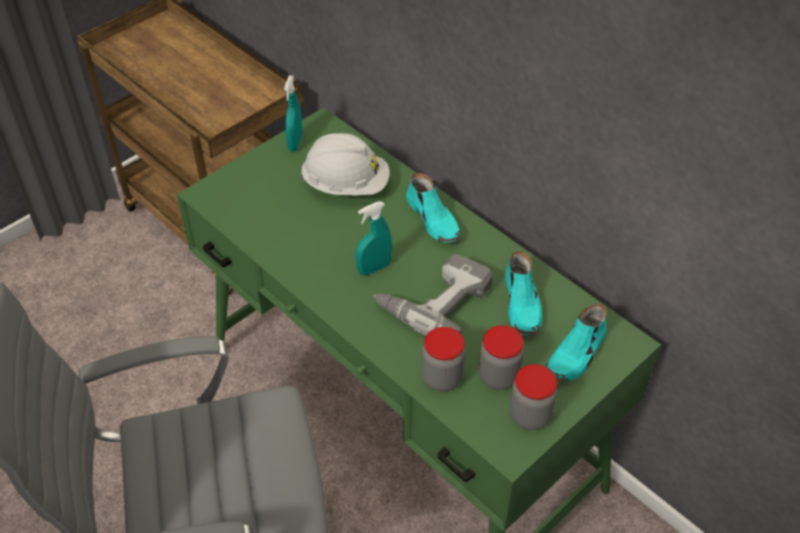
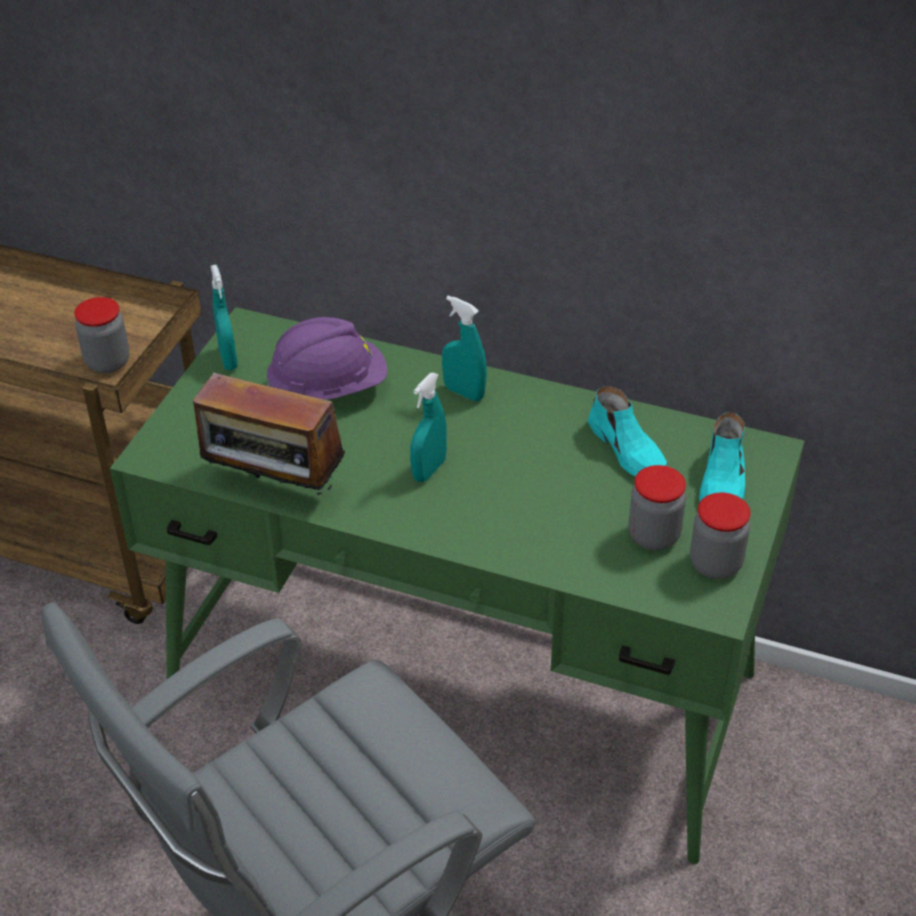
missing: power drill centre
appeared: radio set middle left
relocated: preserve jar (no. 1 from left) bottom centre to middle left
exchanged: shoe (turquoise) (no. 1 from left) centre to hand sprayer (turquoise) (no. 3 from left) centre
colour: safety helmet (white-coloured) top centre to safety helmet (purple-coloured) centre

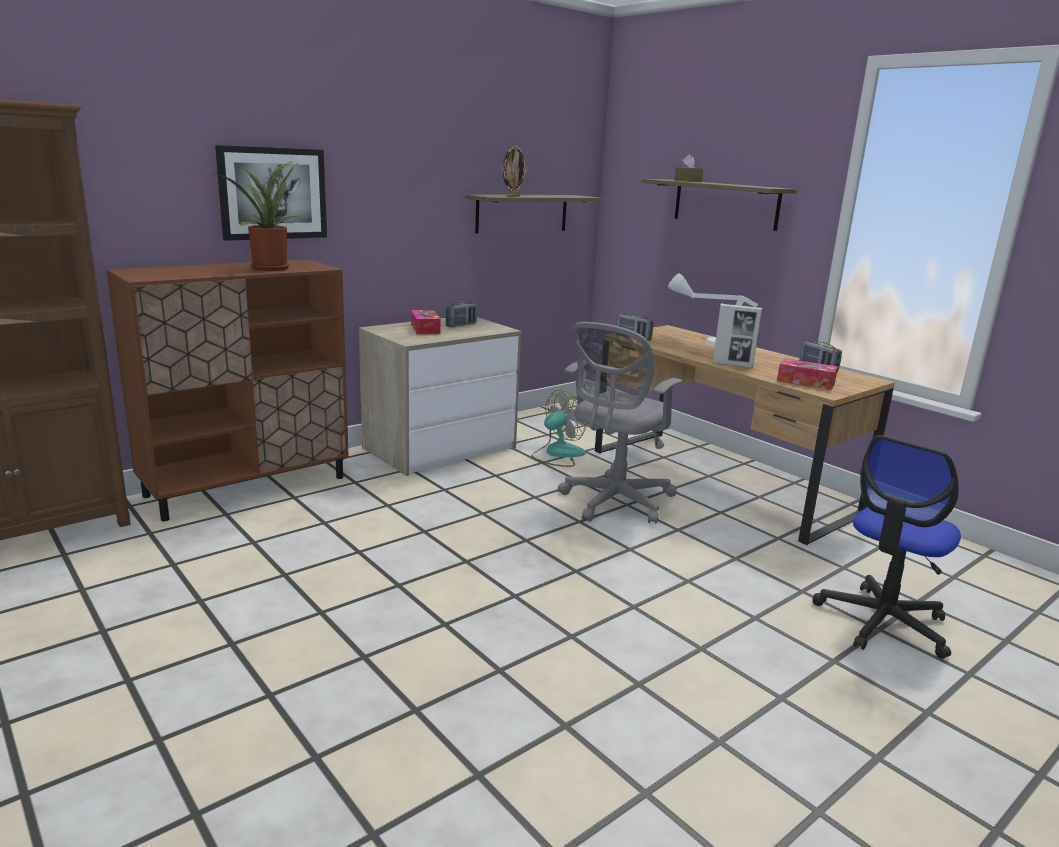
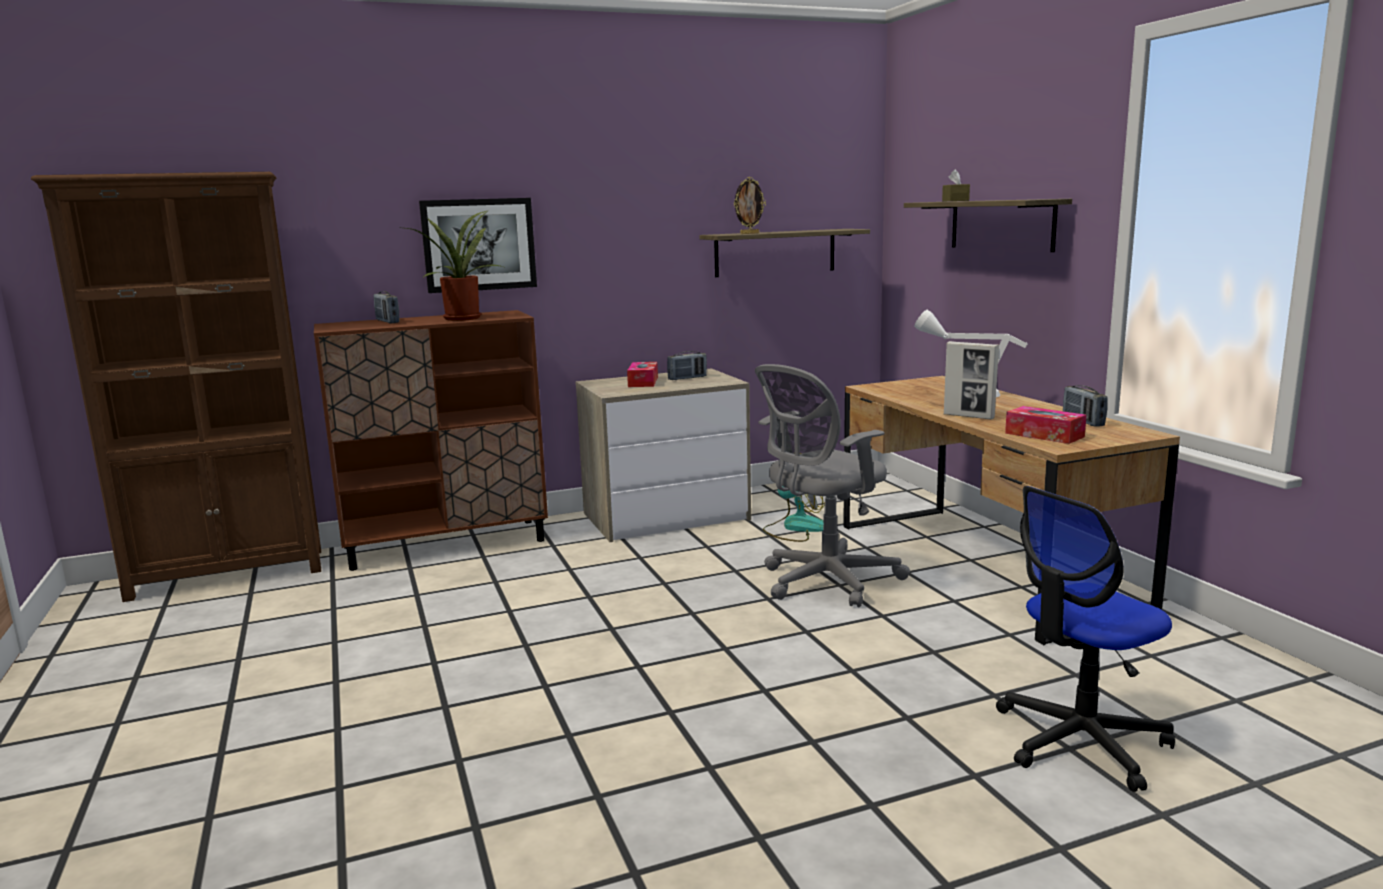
relocated: radio set (no. 2 from left in the first image) centre to radio set (no. 1 from left) middle left

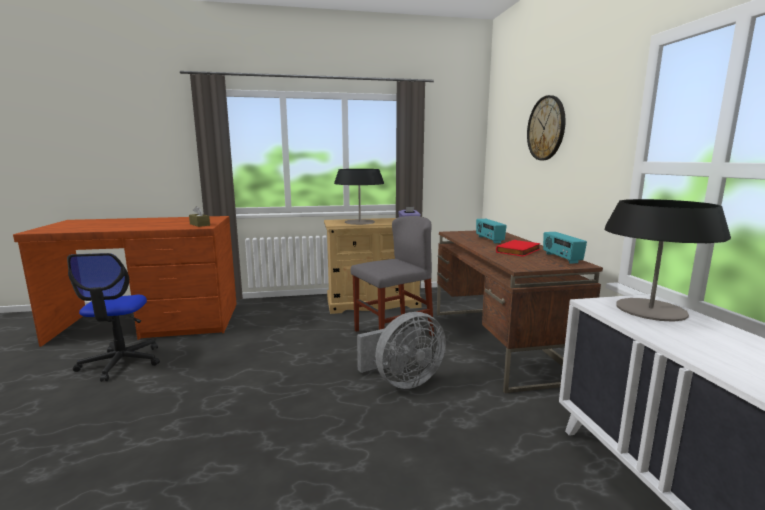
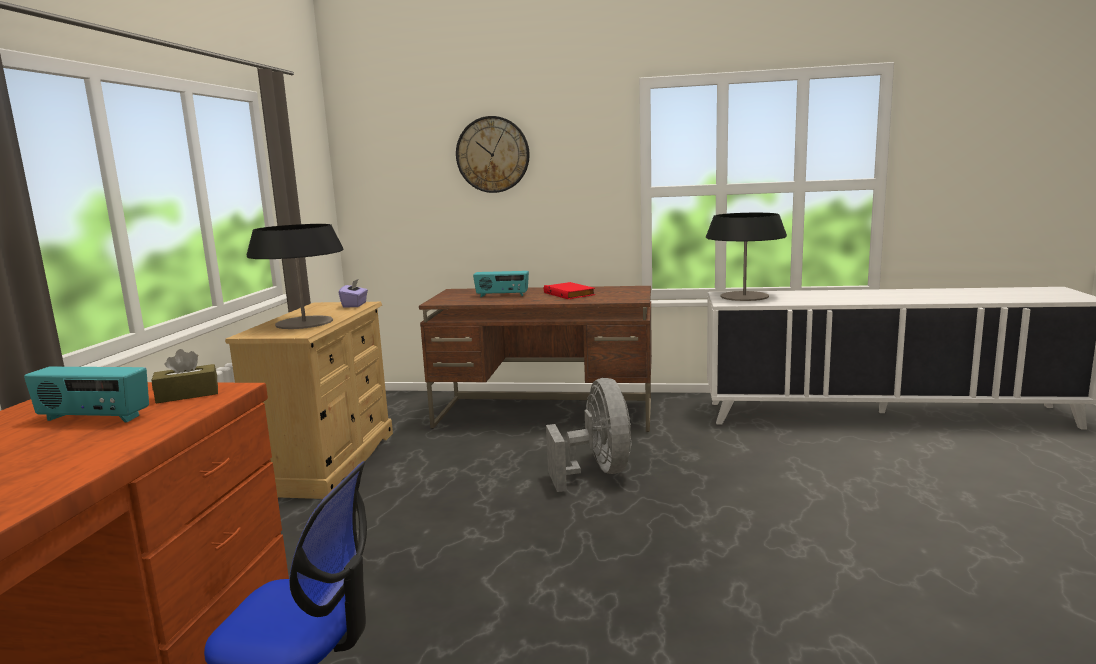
missing: plain chair (grey) centre
relocated: radio set (no. 2 from left in the first image) middle right to radio set (no. 1 from left) middle left

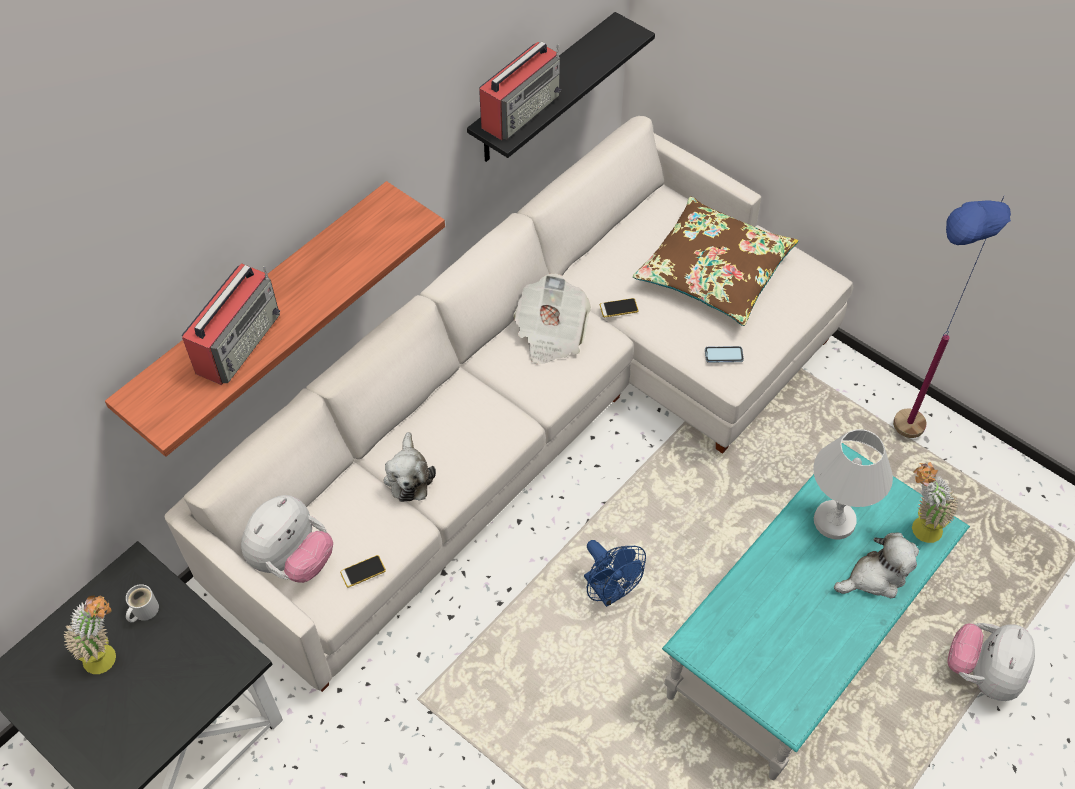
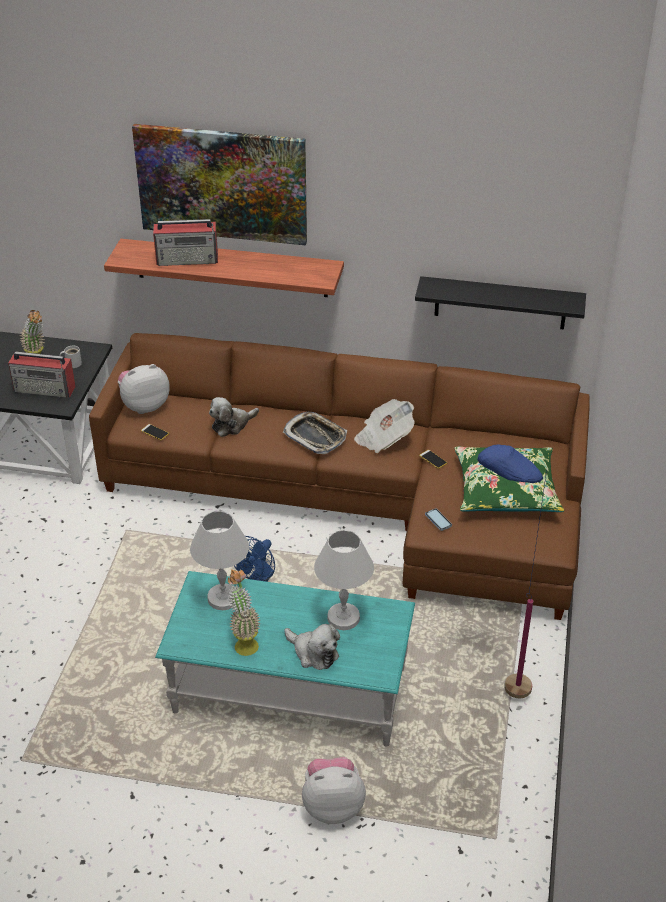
appeared: wall art top left; table lamp (white-coloured) (no. 1 from left) middle left; serving tray centre
relocated: radio set (no. 2 from left in the first image) top centre to radio set (no. 1 from left) middle left; houseplant (no. 2 from left) middle right to bottom centre
colour: sofa (white-coloured) centre to sofa (brown-coloured) centre; cushion (brown-coloured) top centre to cushion (greenish) middle right
spun: plush toy (no. 1 from left) bottom left = middle left 150 degrees clockwise

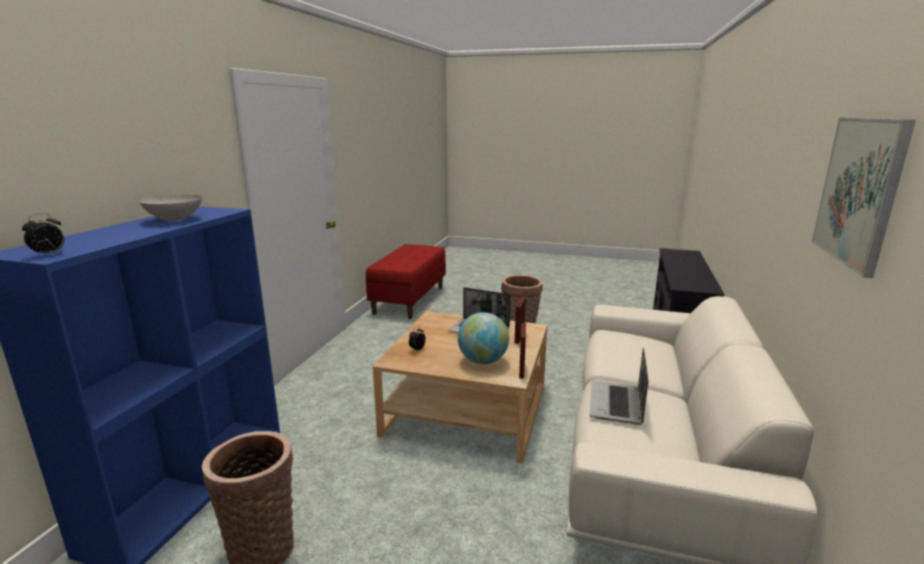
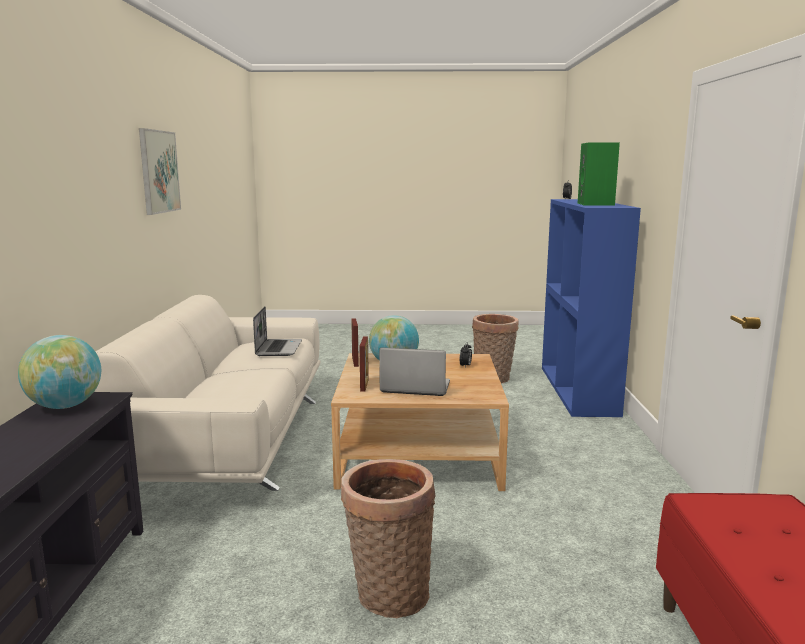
appeared: globe (no. 1 from left) middle left
exchanged: bowl (white-coloured) middle left to speaker (greenish) top right

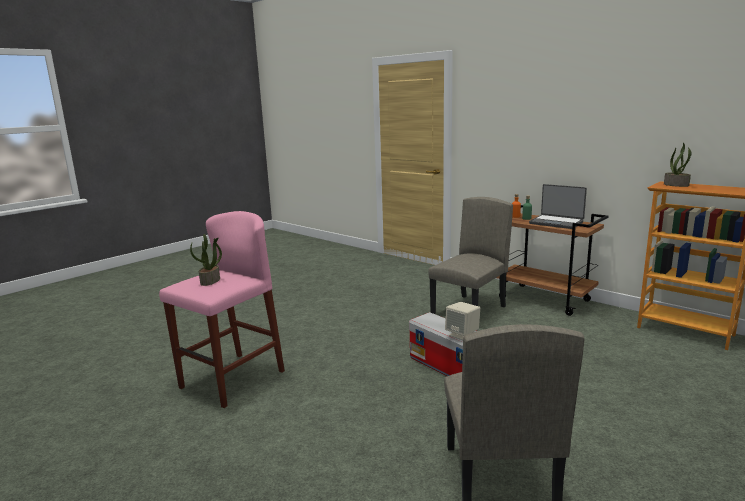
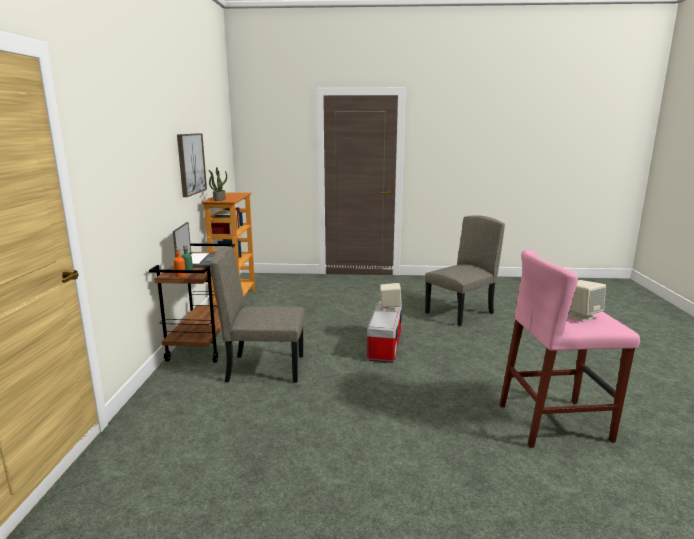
appeared: wall art top left
exchanged: houseplant (no. 1 from left) middle left to speaker (sand-coloured) (no. 2 from left) middle right

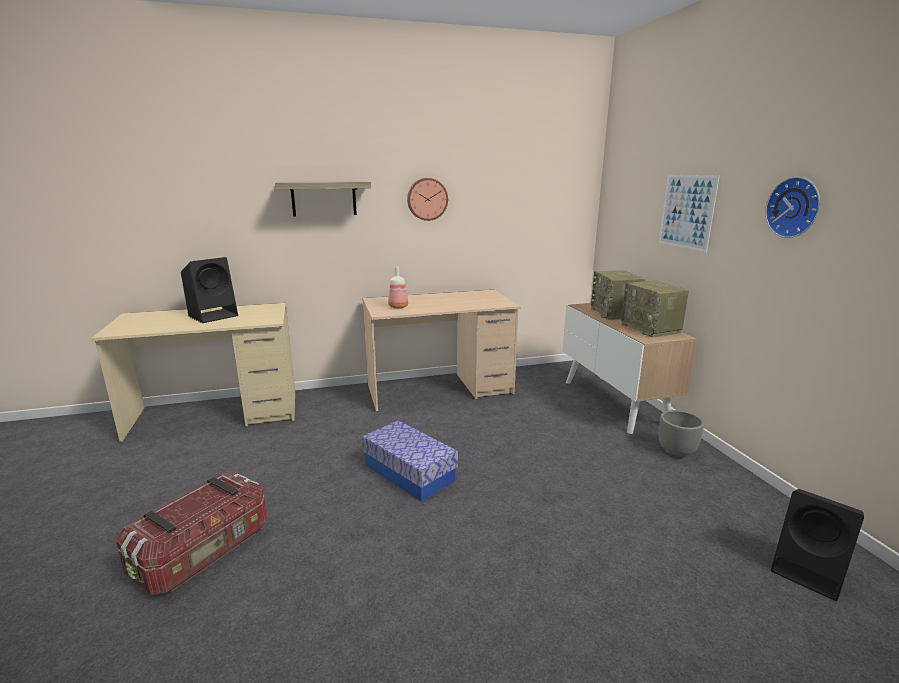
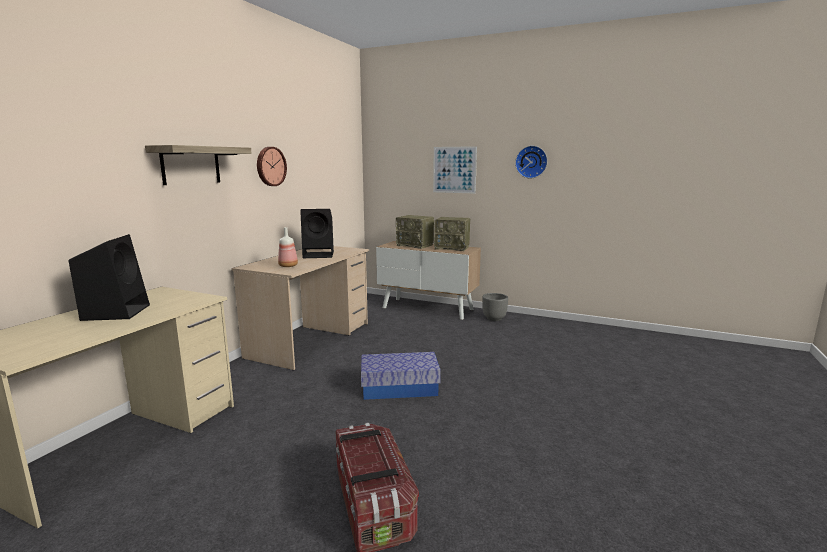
relocated: speaker (black) (no. 2 from left) bottom right to centre

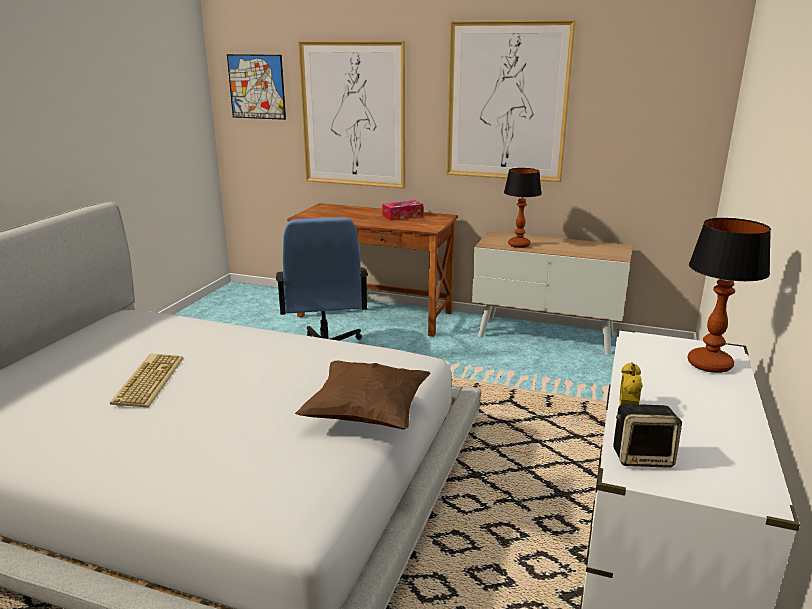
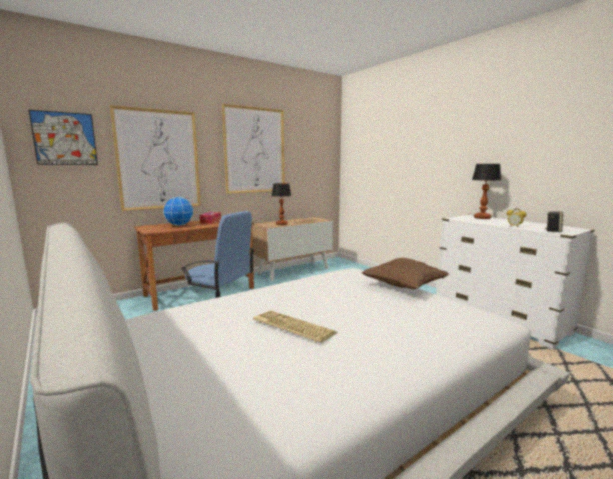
appeared: globe middle left

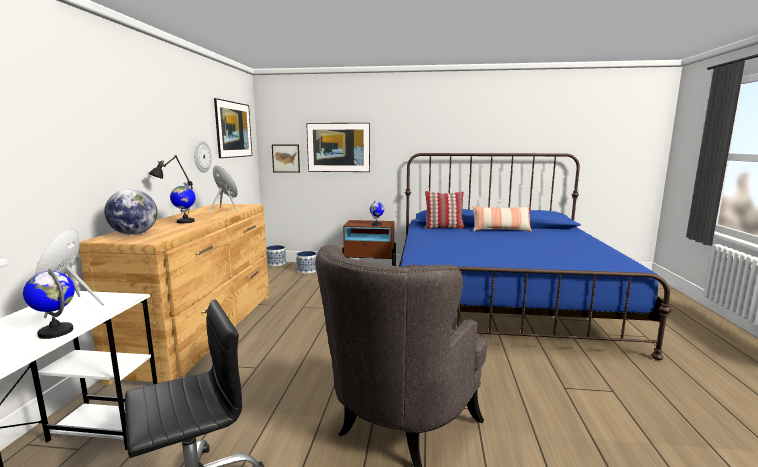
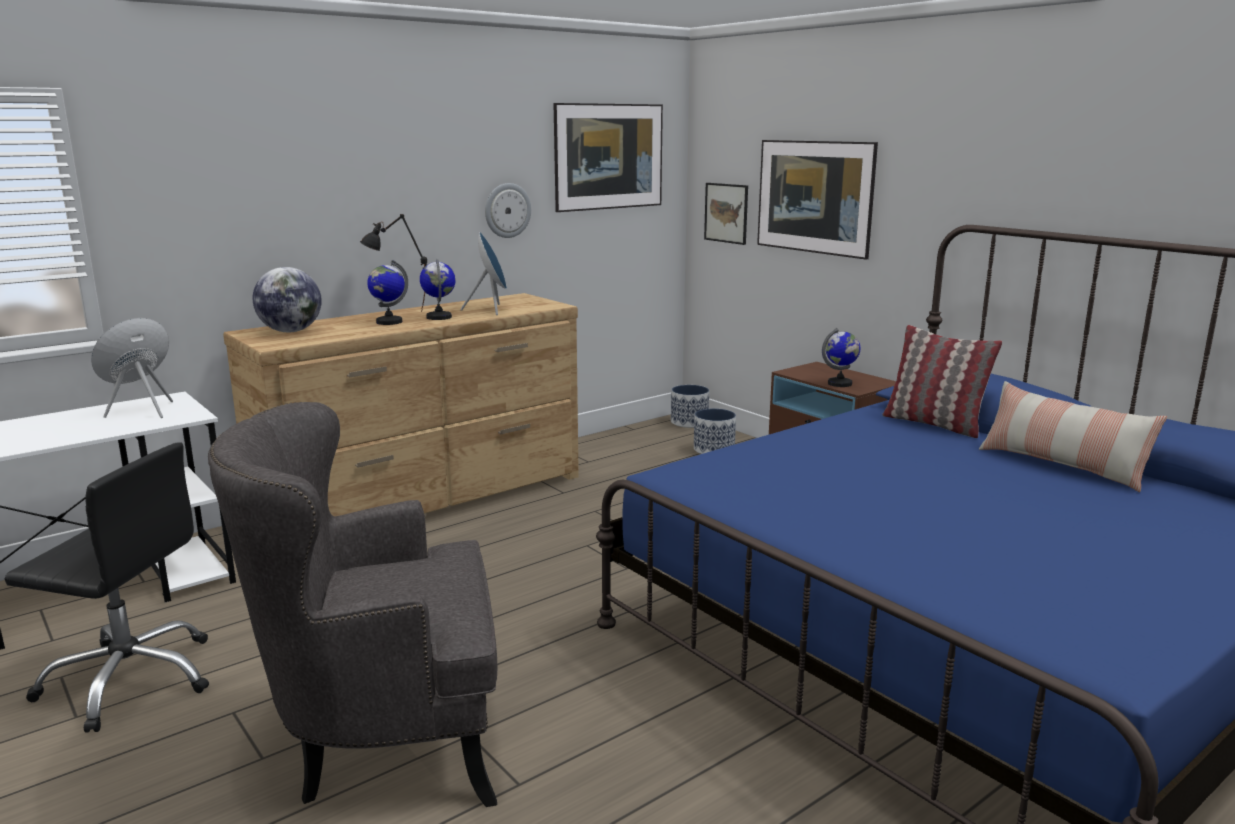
relocated: globe (no. 1 from left in the first image) middle left to globe (no. 3 from left) centre

